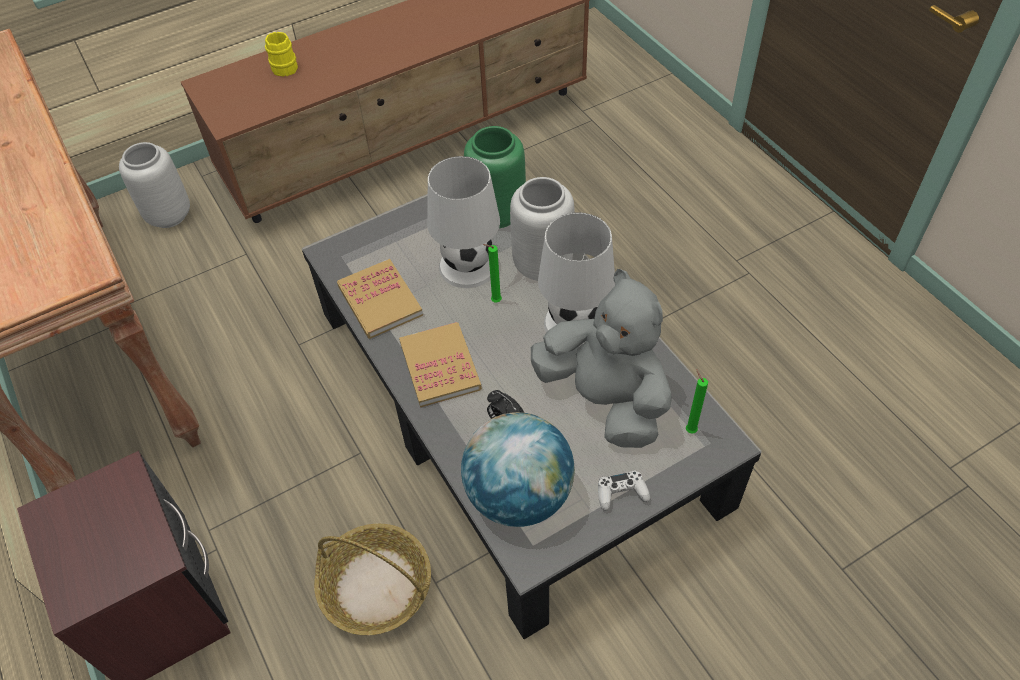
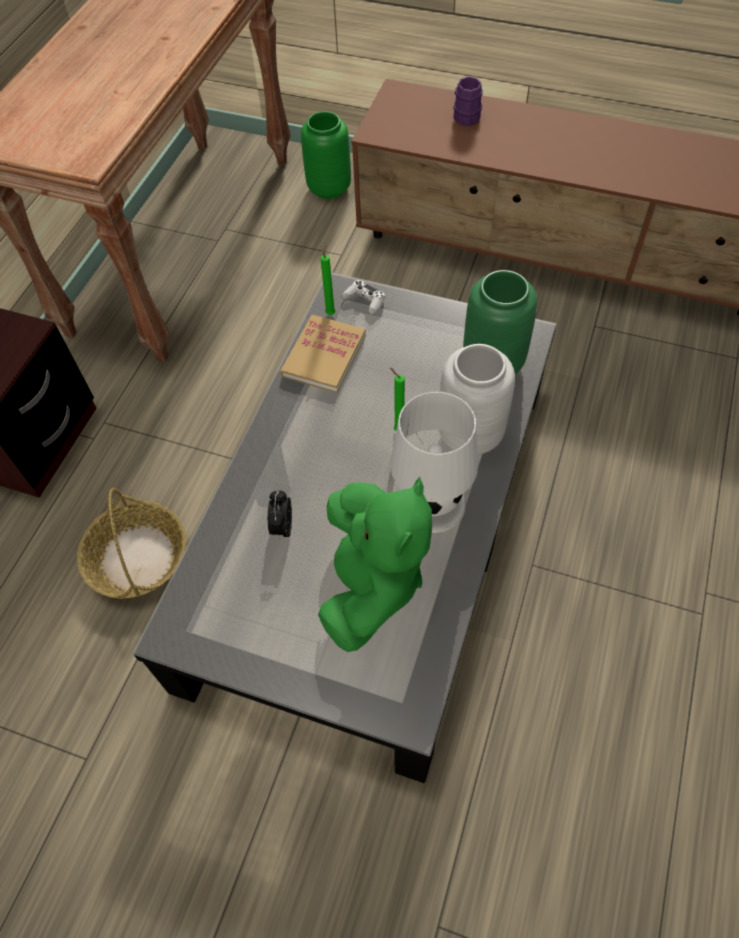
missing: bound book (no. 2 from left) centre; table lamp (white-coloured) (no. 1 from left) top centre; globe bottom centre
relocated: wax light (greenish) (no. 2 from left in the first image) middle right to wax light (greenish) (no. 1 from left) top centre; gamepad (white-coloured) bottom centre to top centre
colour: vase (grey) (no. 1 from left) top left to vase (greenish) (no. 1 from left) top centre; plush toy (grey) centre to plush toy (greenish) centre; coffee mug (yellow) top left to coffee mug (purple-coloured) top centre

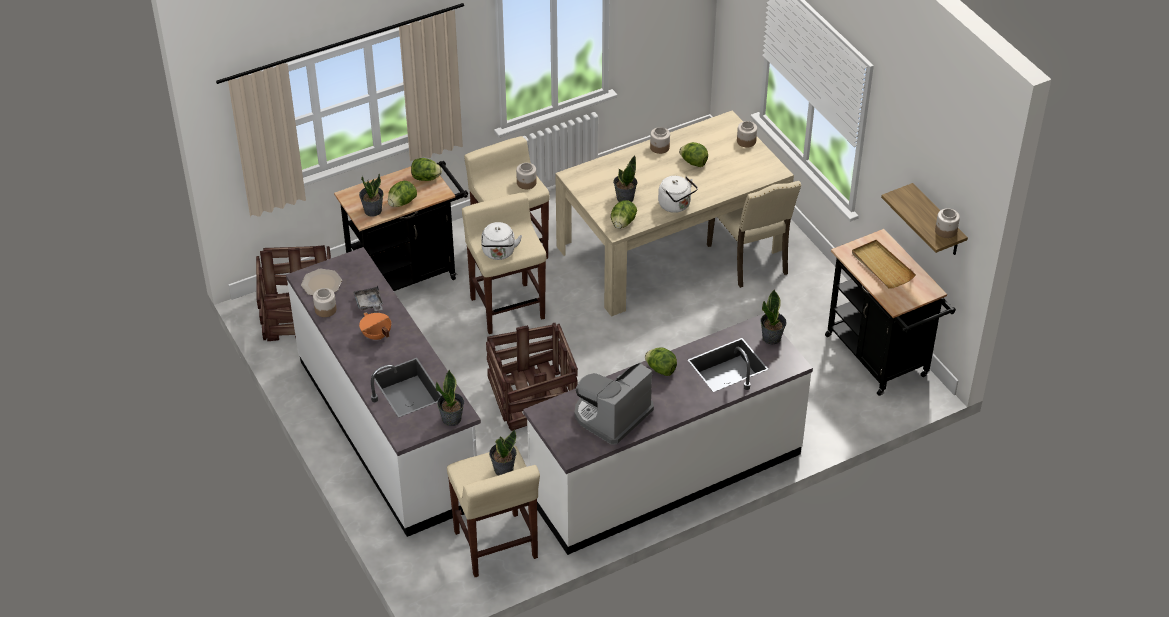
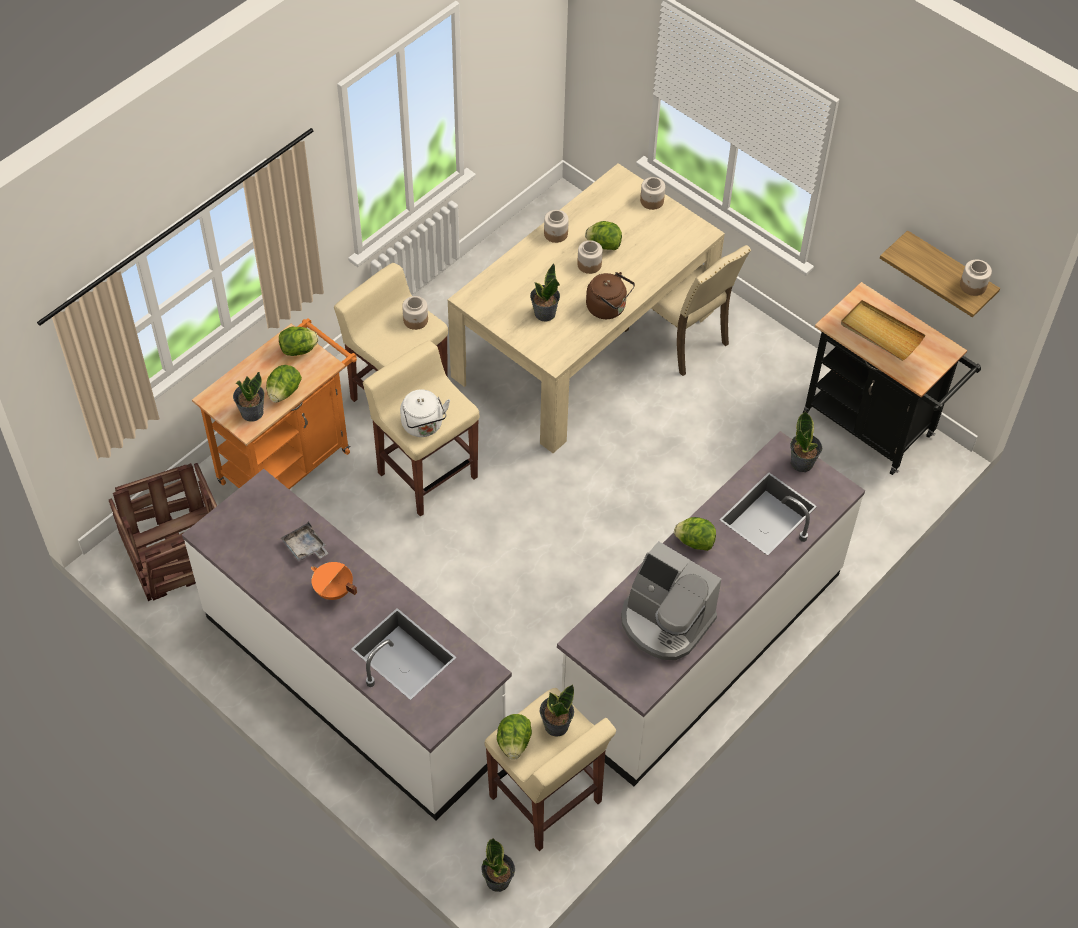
missing: dinner plate middle left; crate (no. 2 from left) centre
relocated: houseplant (no. 2 from left) centre to bottom centre; head of lettuce (no. 3 from left) centre to bottom centre; preserve jar (no. 1 from left in the first image) middle left to preserve jar (no. 3 from left) top centre
colour: cart (black) (no. 1 from left) centre to cart (orangey) middle left; kettle (white-coloured) (no. 2 from left) top centre to kettle (brown-coloured) top centre
spun: coffee maker centre = centre 75 degrees counterclockwise

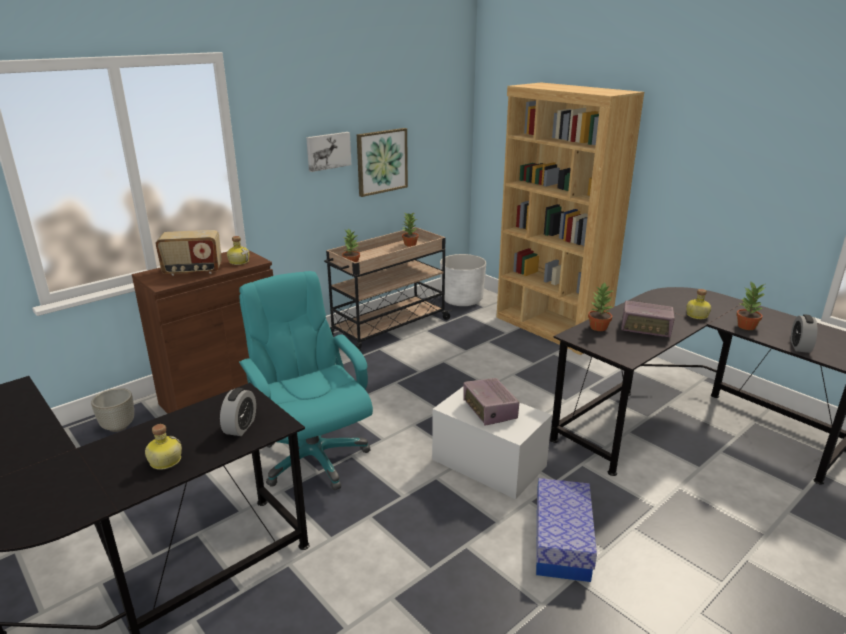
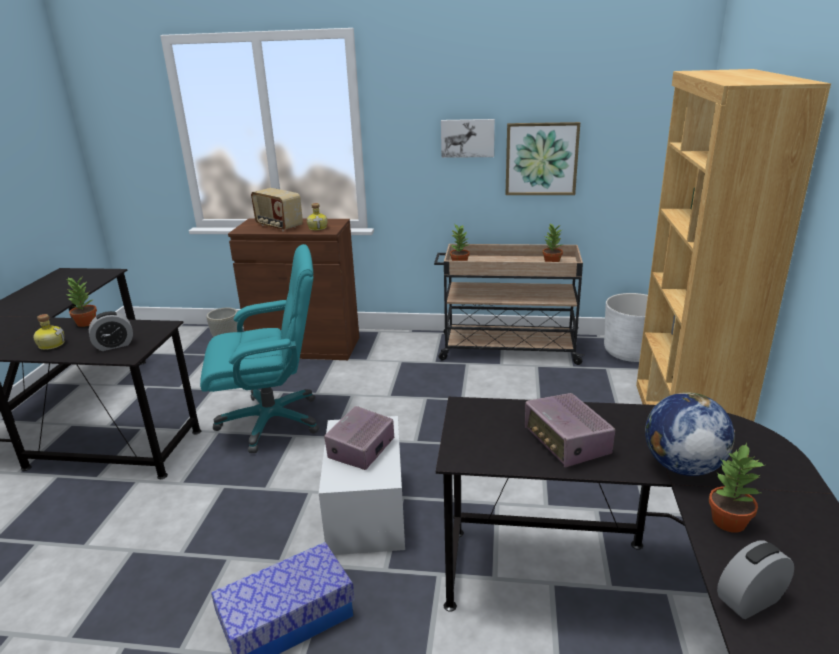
relocated: houseplant (no. 3 from left in the first image) middle right to houseplant (no. 1 from left) middle left
exchanged: bottle (no. 3 from left) middle right to globe middle right
spun: computer chair (turquoise) centre = middle left 60 degrees clockwise

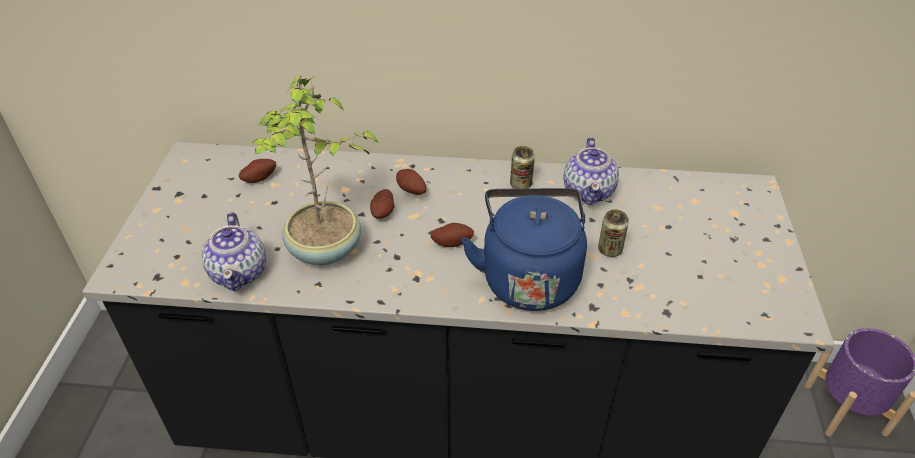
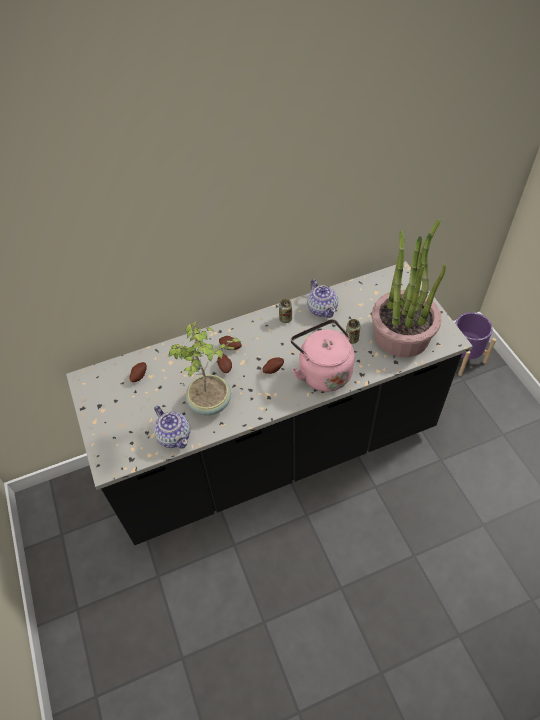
appeared: houseplant (no. 2 from left) middle right
colour: kettle (blue) centre to kettle (pinkish) centre

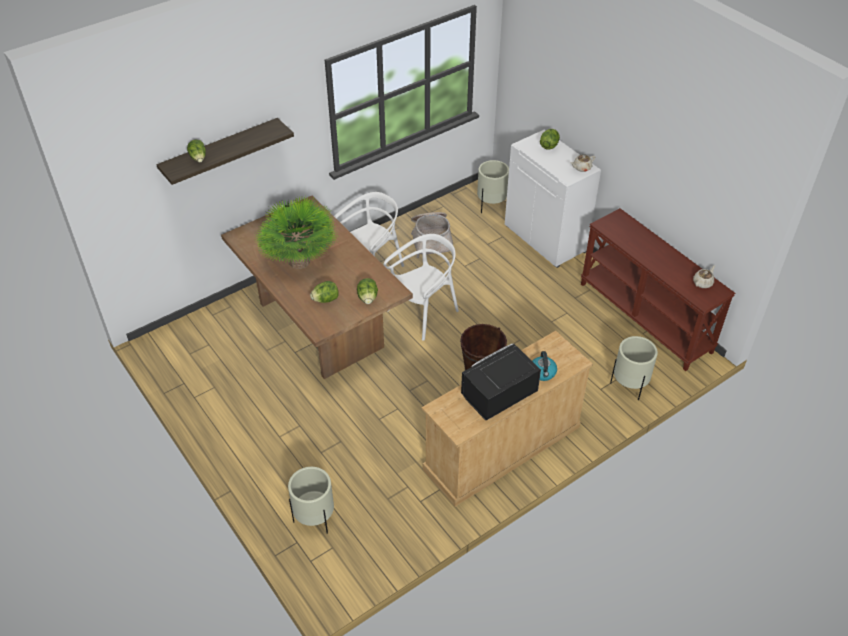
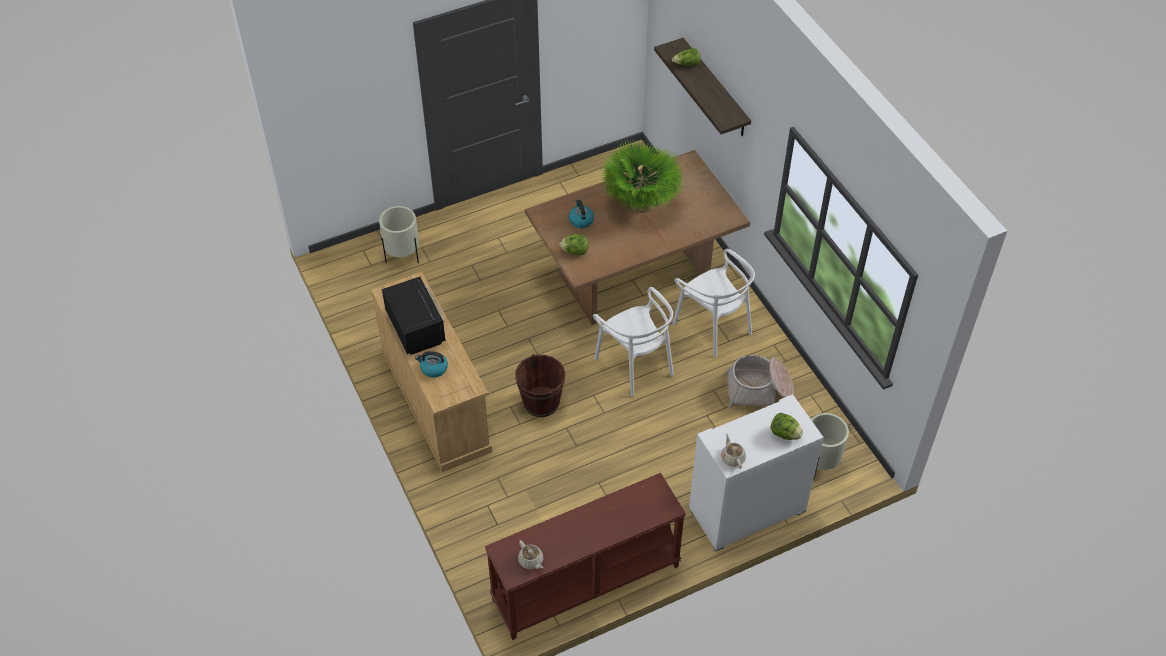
missing: plant pot (sand-coloured) (no. 3 from left) middle right
exchanged: head of lettuce (no. 2 from left) centre to kettle (no. 2 from left) top centre

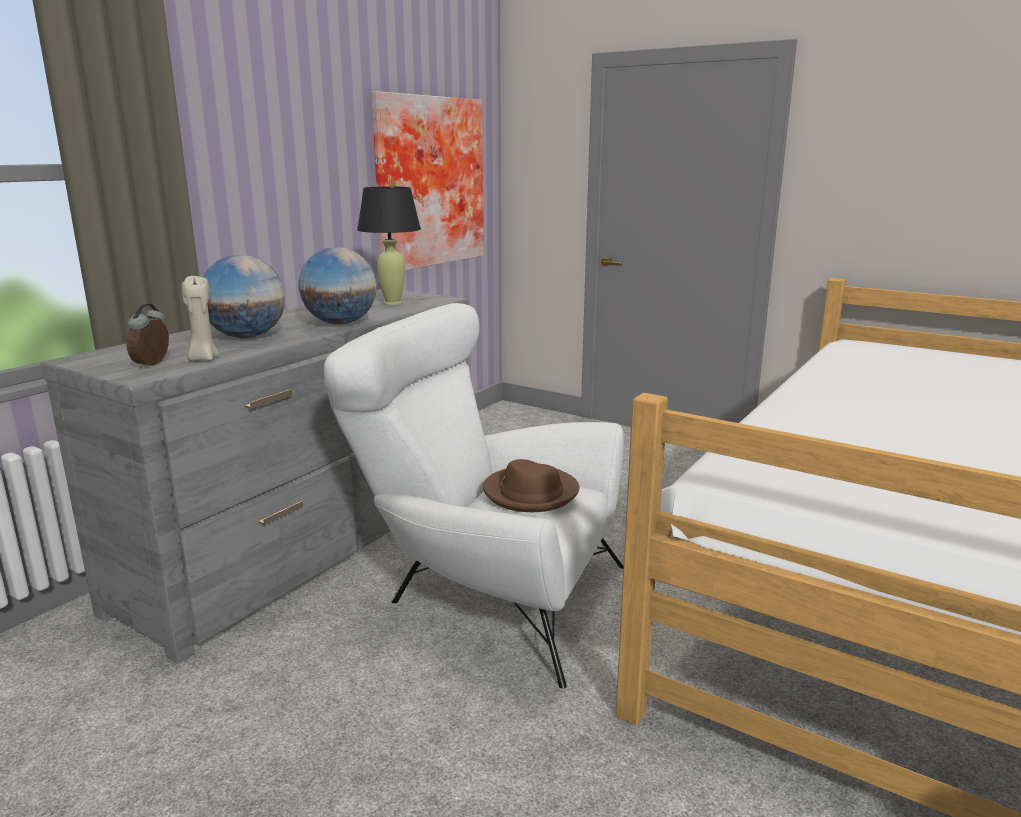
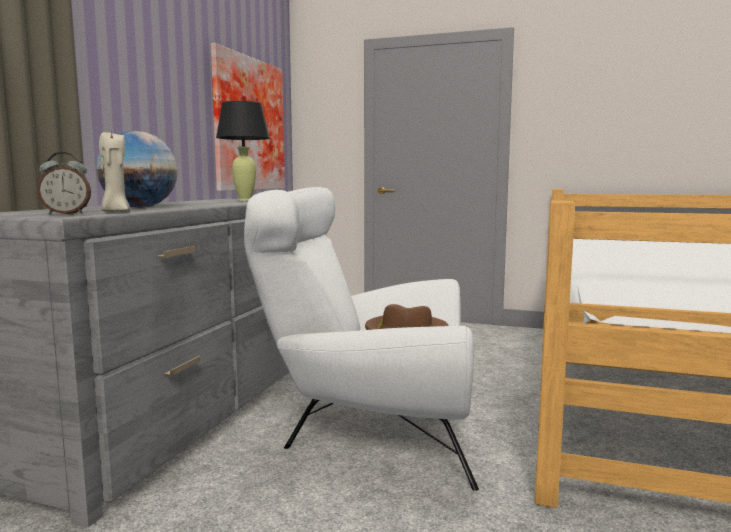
missing: globe (no. 2 from left) middle left
spun: bedside clock middle left = middle left 105 degrees counterclockwise

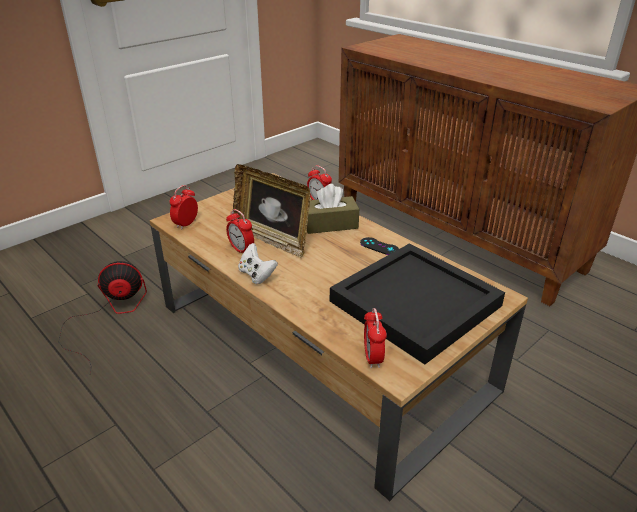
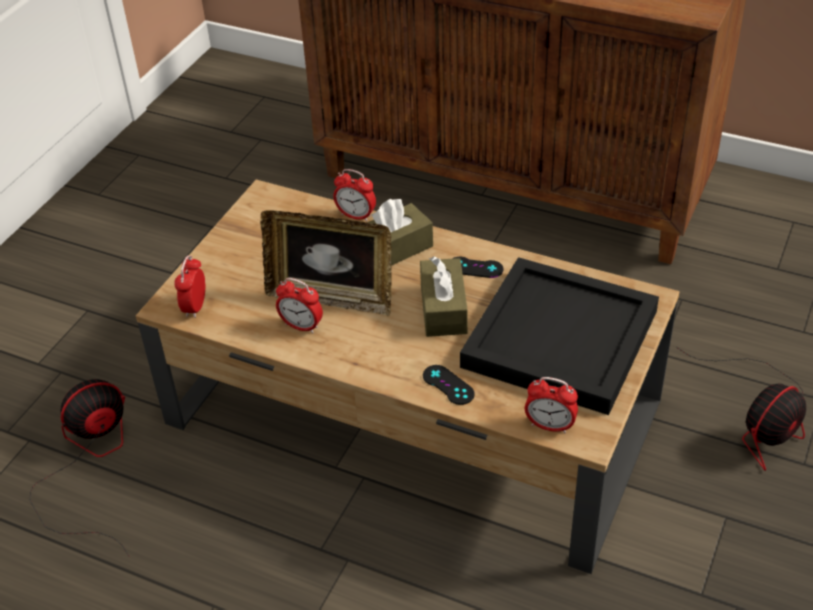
missing: gamepad (white-coloured) centre
appeared: tissue box (brown-coloured) (no. 2 from left) centre; gamepad (black) (no. 1 from left) centre; electric fan (no. 2 from left) bottom right
spun: bedside clock (no. 4 from left) centre = middle right 45 degrees counterclockwise

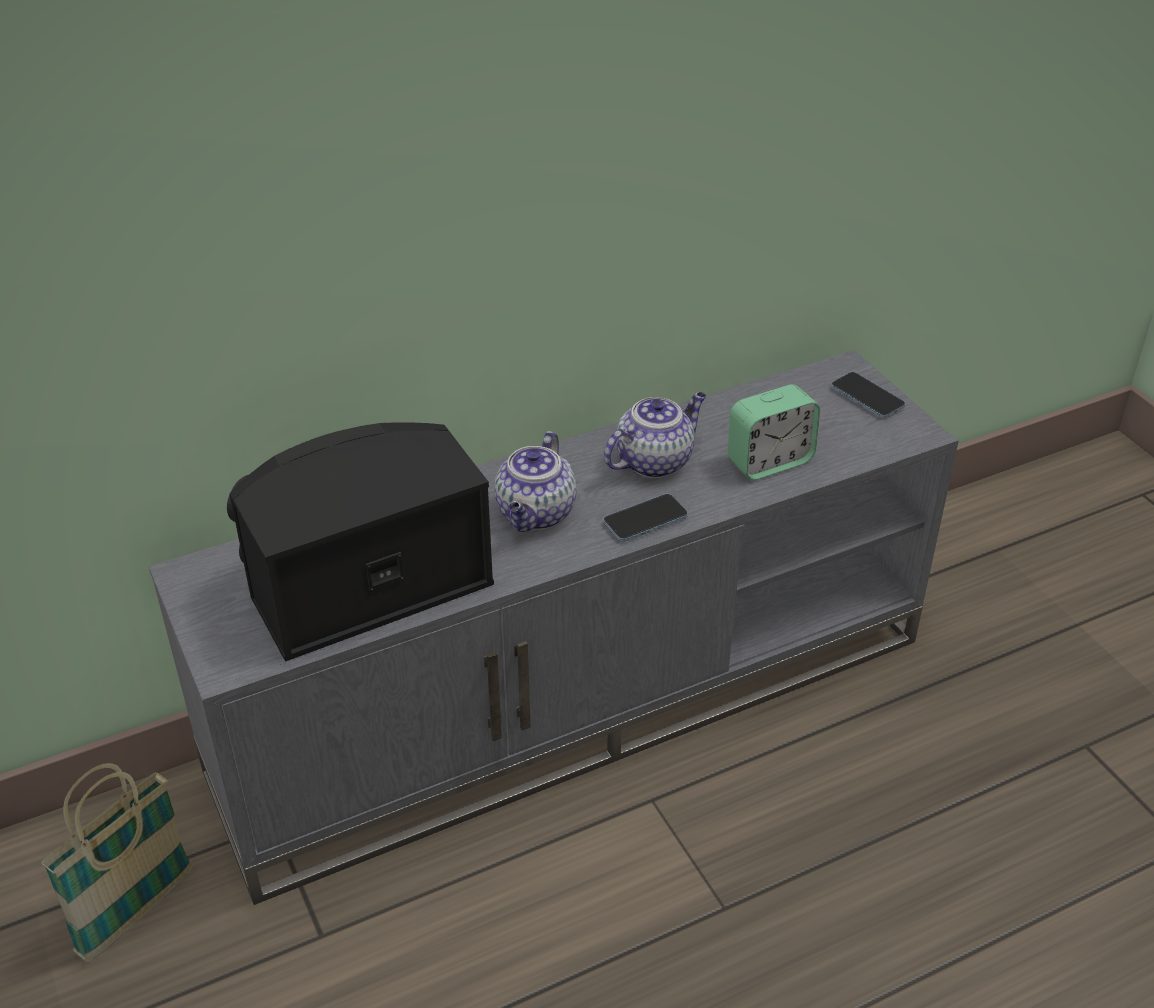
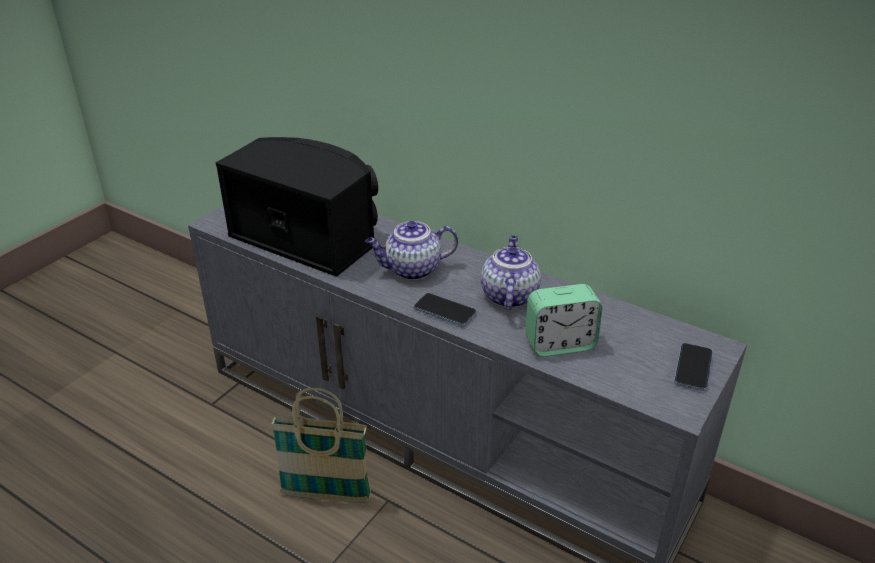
relocated: storage basket bottom left to bottom centre
spun: pot for tea (no. 2 from left) centre = centre 105 degrees counterclockwise; bedside clock middle right = centre 45 degrees counterclockwise

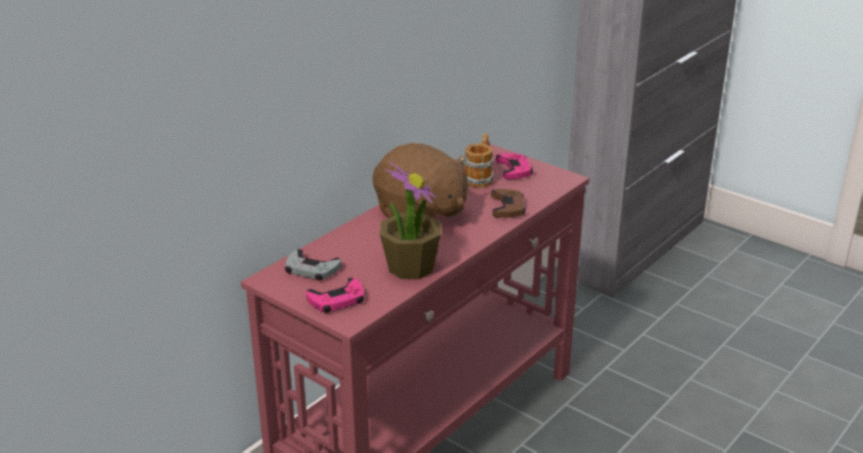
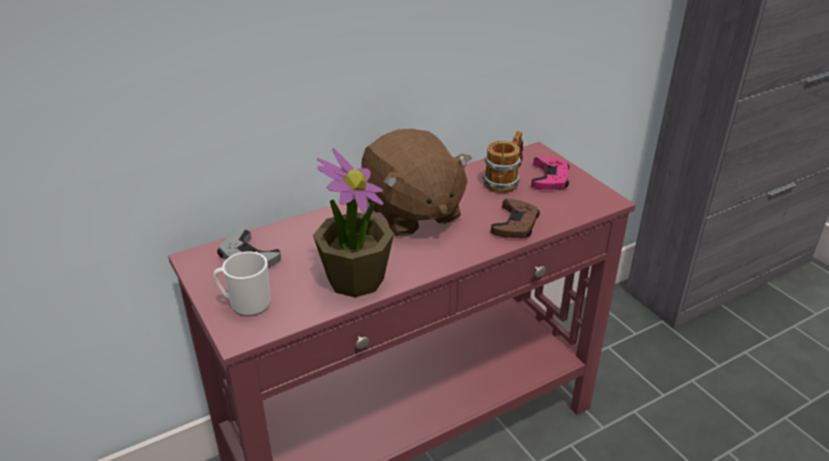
exchanged: gamepad (pinkish) (no. 1 from left) centre to coffee mug (no. 1 from left) middle left

